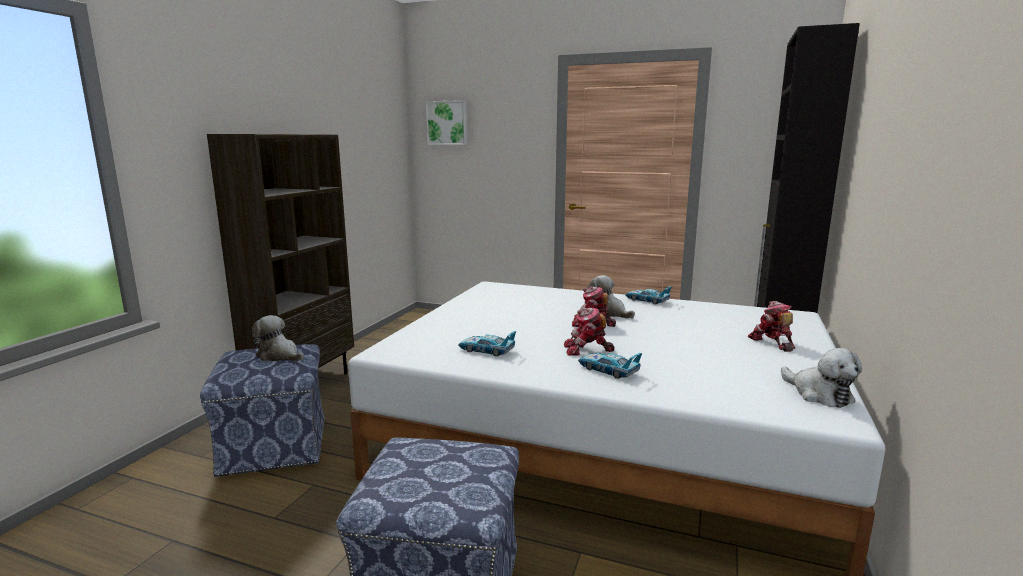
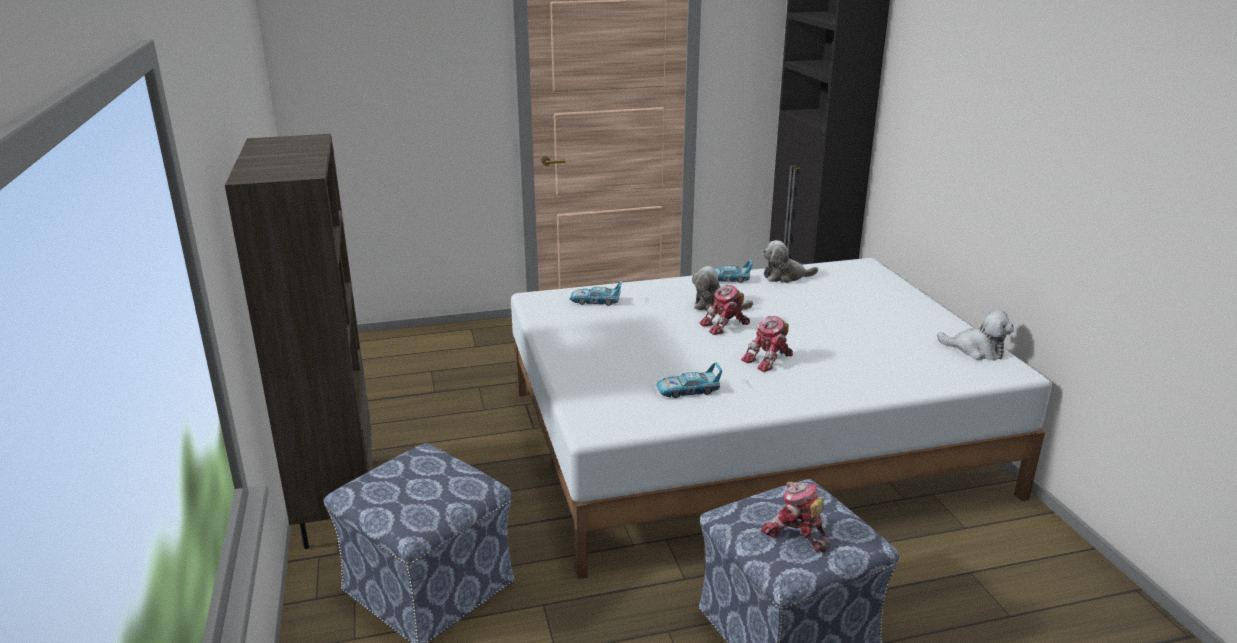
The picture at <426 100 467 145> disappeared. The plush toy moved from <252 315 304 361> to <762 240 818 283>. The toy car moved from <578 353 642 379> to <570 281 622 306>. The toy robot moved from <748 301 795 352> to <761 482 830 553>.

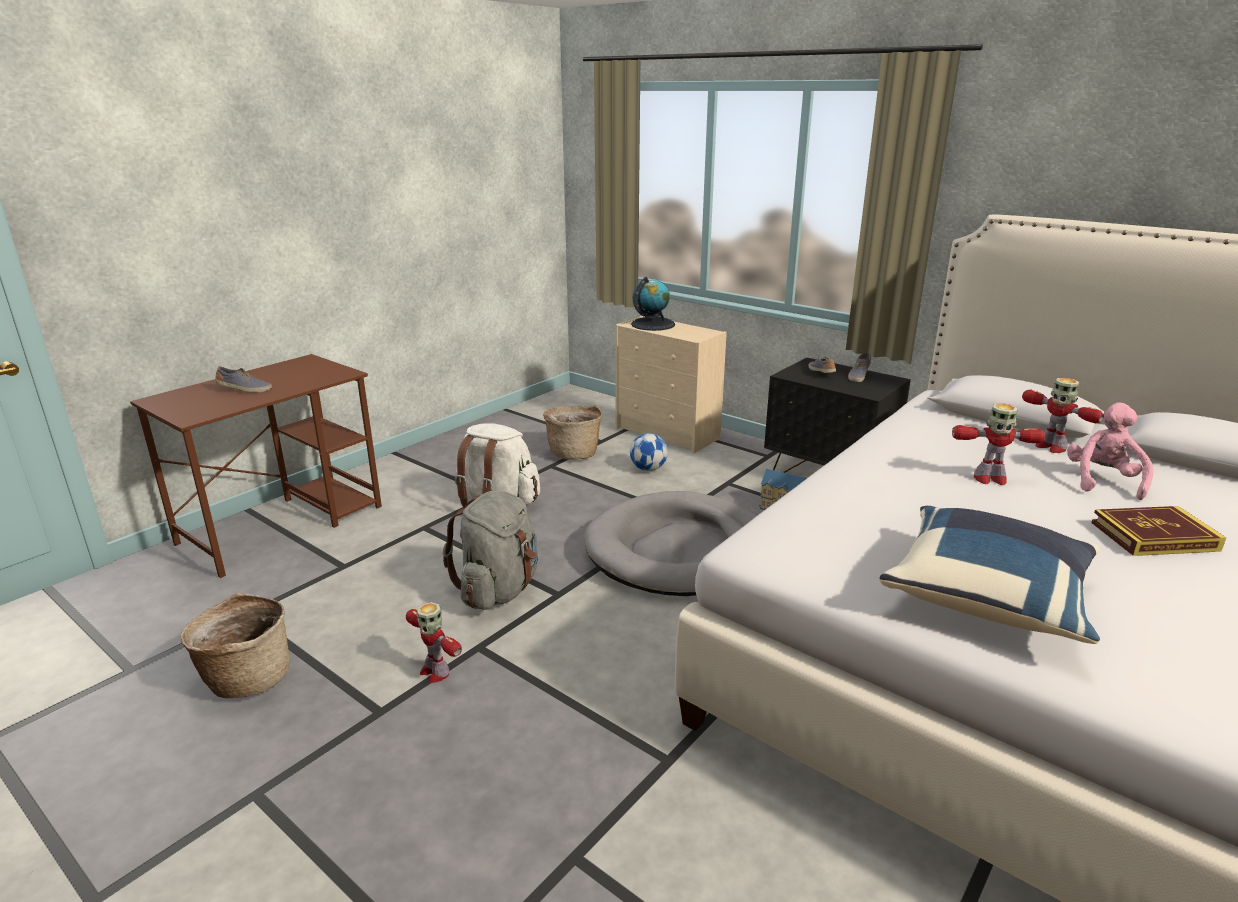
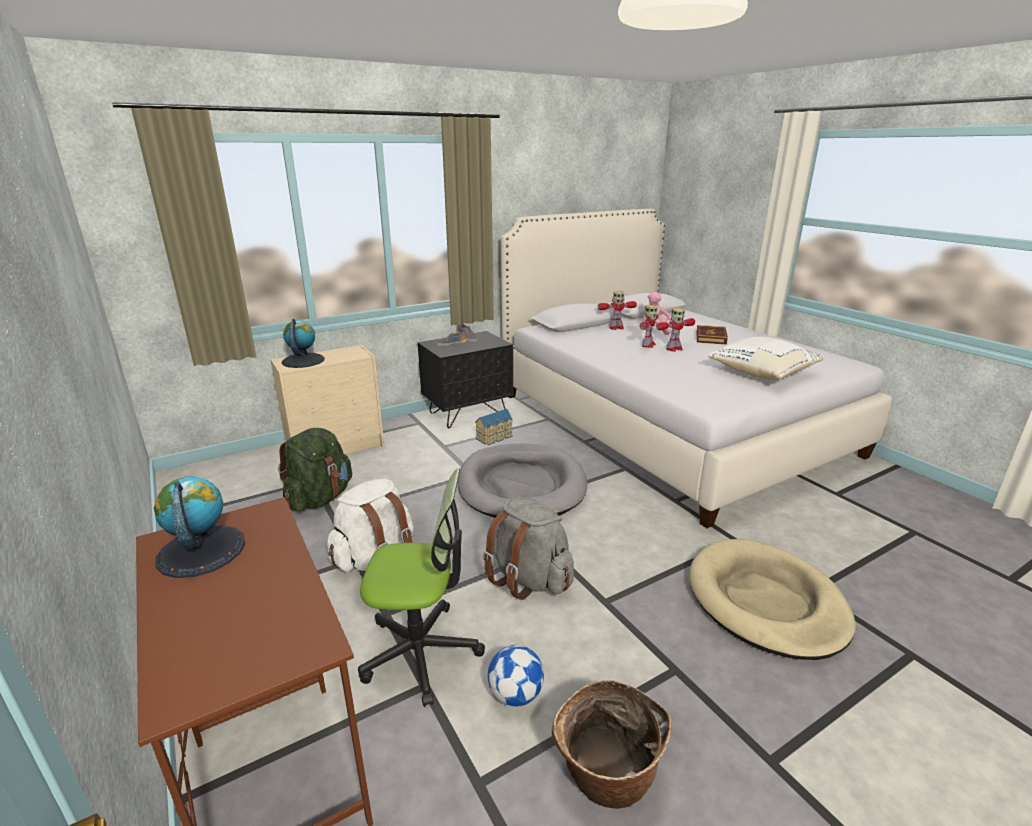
The shoe at <215 366 272 393> disappeared. The globe at <154 476 245 578> appeared. The office chair at <358 469 485 707> appeared. The dog bed/beige at <689 539 856 660> appeared. The toy robot moved from <406 602 462 683> to <656 308 695 352>. The football moved from <630 433 668 471> to <488 645 544 707>. The basket at <543 405 602 460> was replaced by the backpack/green at <278 428 352 512>. The pillow/blue at <879 506 1100 644> became the pillow/white at <708 337 824 380>.

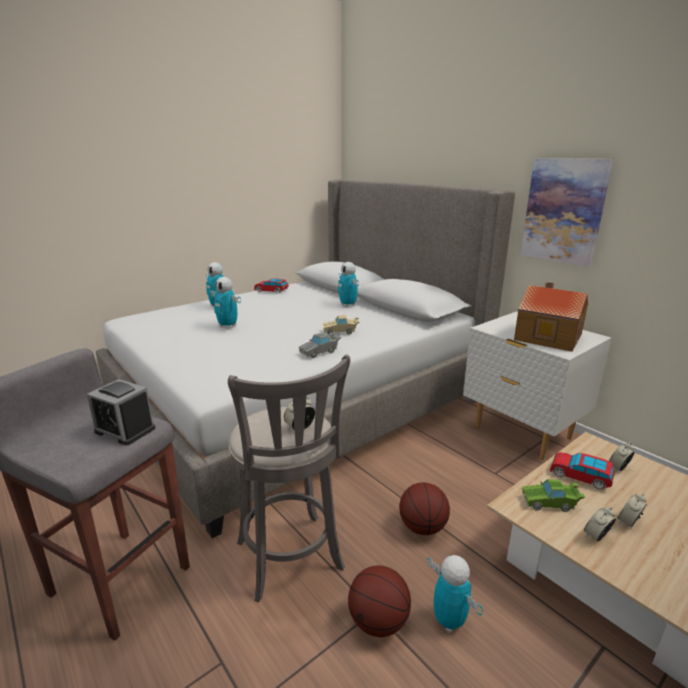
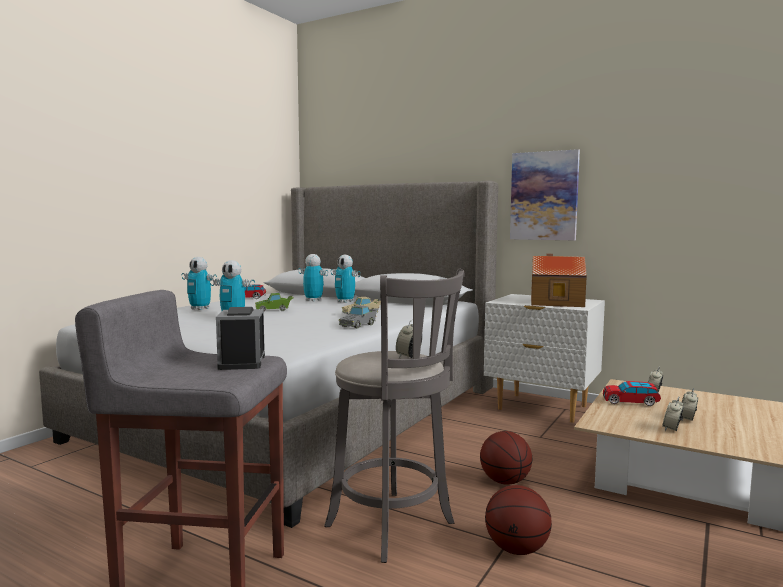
The toy robot moved from <427 555 483 633> to <298 254 328 301>. The toy car/green moved from <522 479 585 512> to <255 293 294 311>. The alarm clock at <87 379 155 445> turned 75 degrees clockwise.

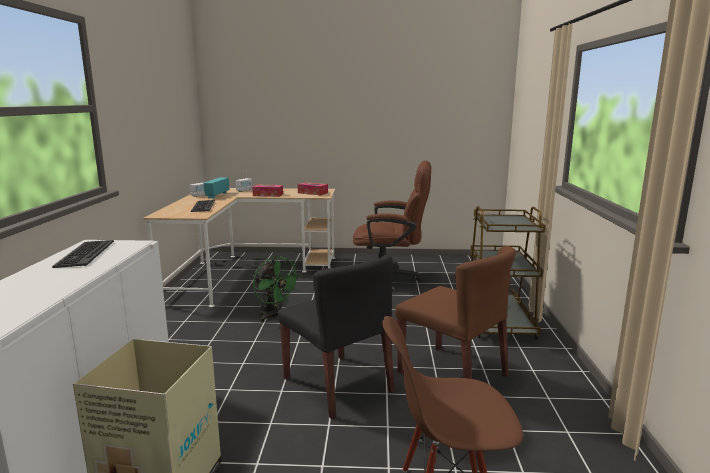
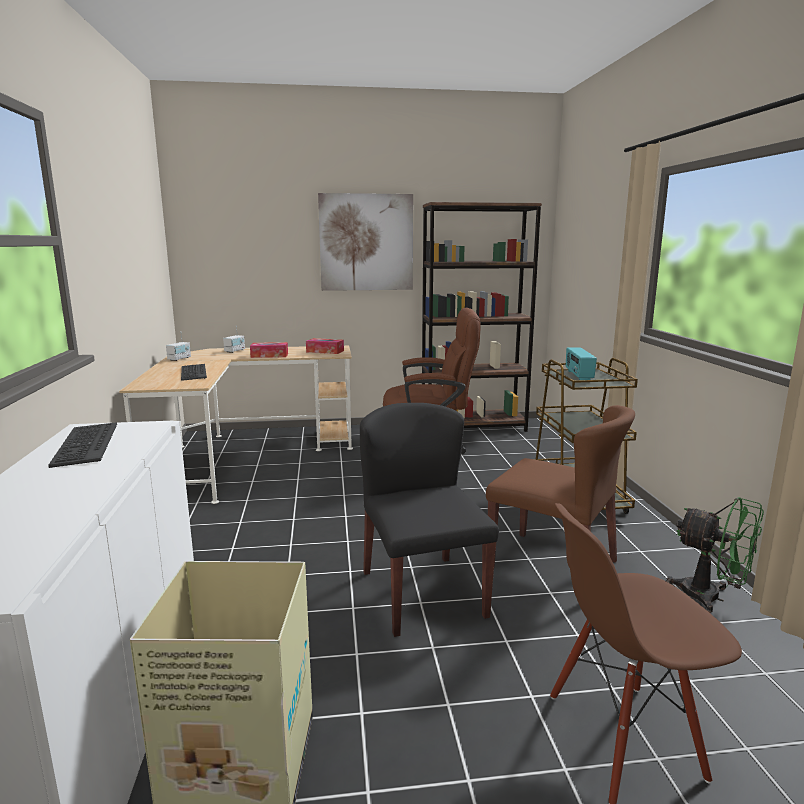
The picture at <318 193 413 291> appeared. The bookcase/brown at <422 202 542 432> appeared. The radio moved from <203 177 229 198> to <566 347 597 380>. The fan/green moved from <253 256 300 322> to <666 497 764 613>. The chair/black at <278 254 395 420> turned 150 degrees counterclockwise.

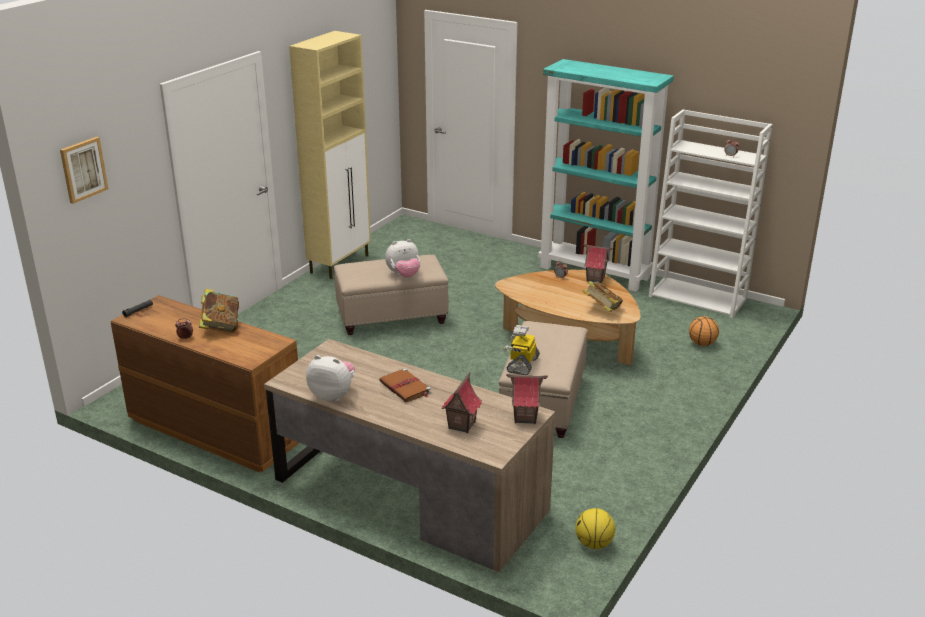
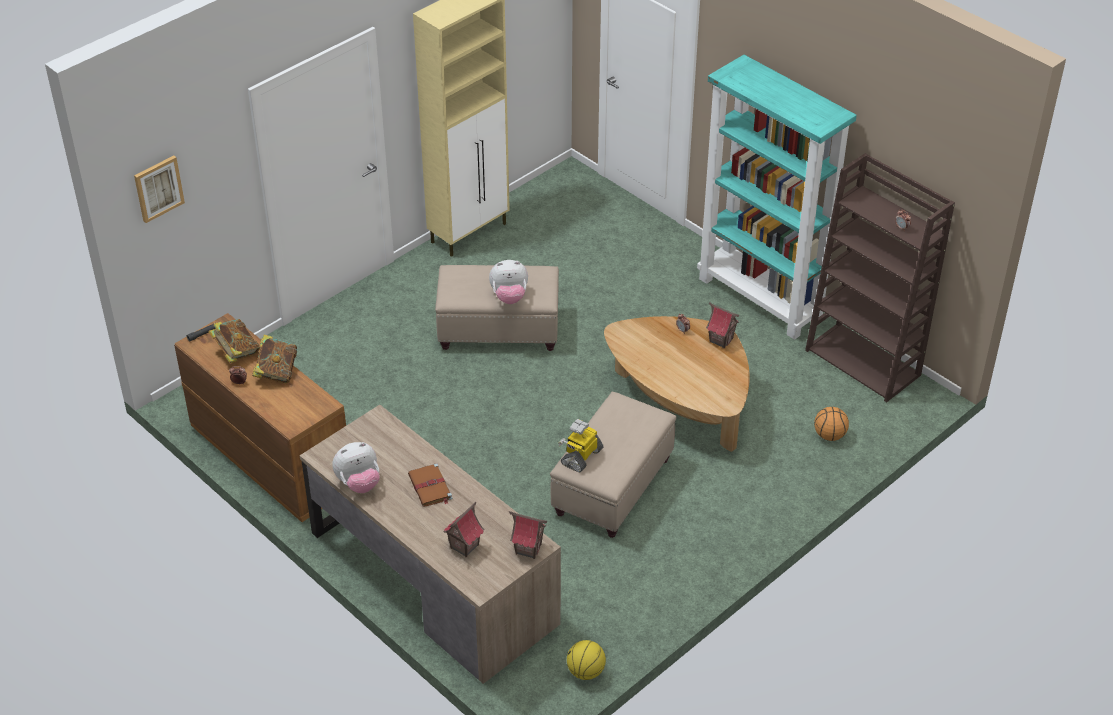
The book moved from <582 281 623 312> to <209 319 260 363>. The bookcase/white at <649 109 772 318> became the bookcase/brown at <805 153 955 402>. The plush toy at <306 355 355 402> turned 120 degrees clockwise.

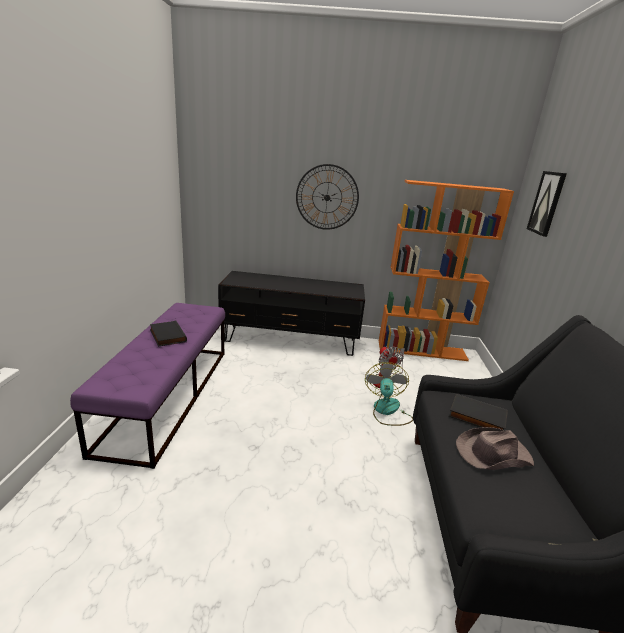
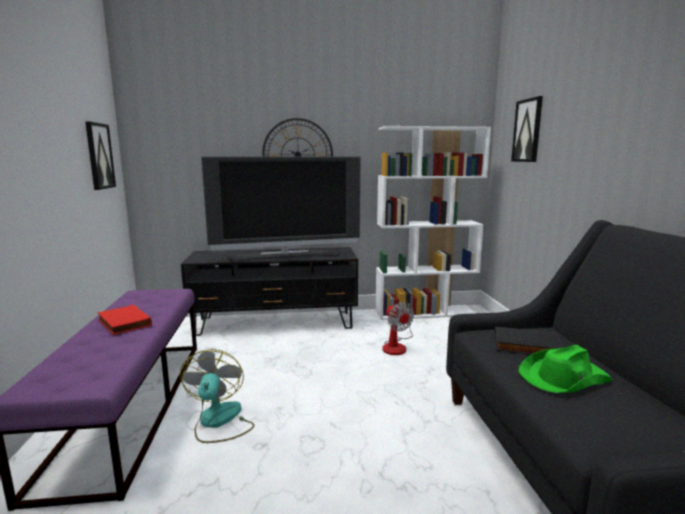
The picture at <85 121 116 190> appeared. The television at <201 157 360 262> appeared. The fan moved from <365 362 413 426> to <180 349 254 443>. The book/black at <150 320 187 347> became the book/red at <98 305 152 335>. The bookcase/orange at <379 180 514 361> became the bookcase/white at <375 126 491 320>. The hat/brown at <456 427 534 470> became the hat/green at <518 345 613 393>.

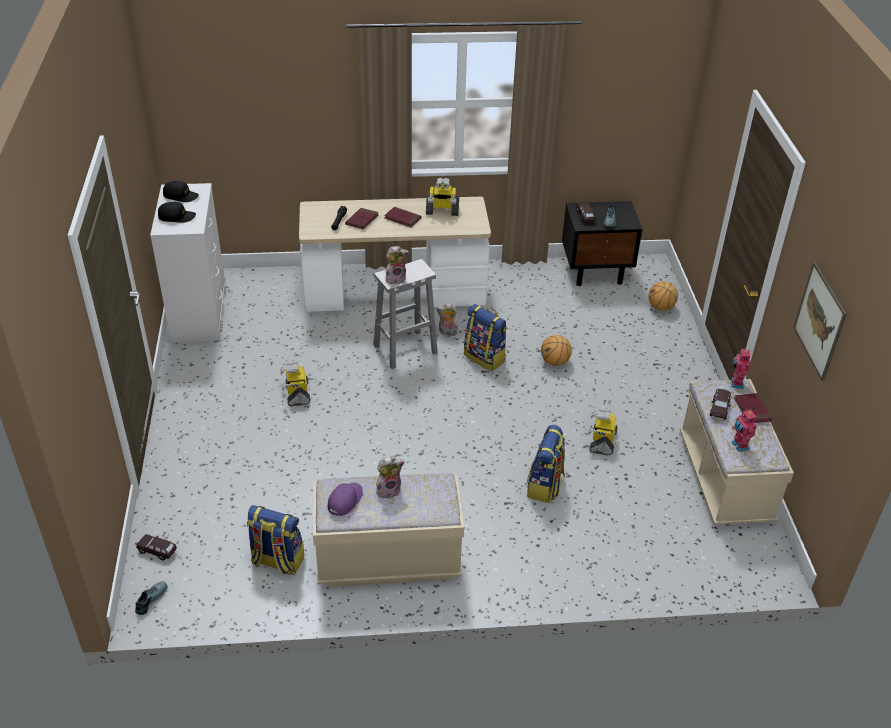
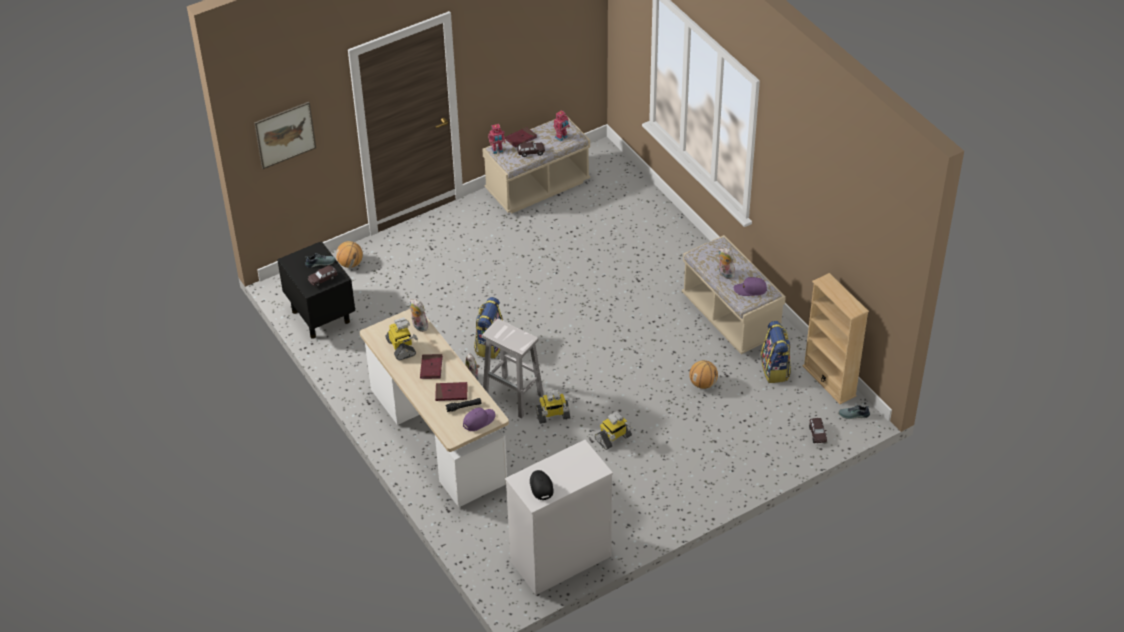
The cap/black at <158 202 196 223> disappeared. The backpack at <527 425 565 503> disappeared. The cap/purple at <463 408 496 431> appeared. The bookcase/beige at <803 273 869 404> appeared. The plush toy moved from <385 246 409 284> to <410 299 428 332>. The basketball moved from <541 335 572 366> to <689 360 718 389>. The toy robot moved from <587 407 617 455> to <536 389 570 424>. The picture moved from <793 262 847 381> to <254 102 316 169>.

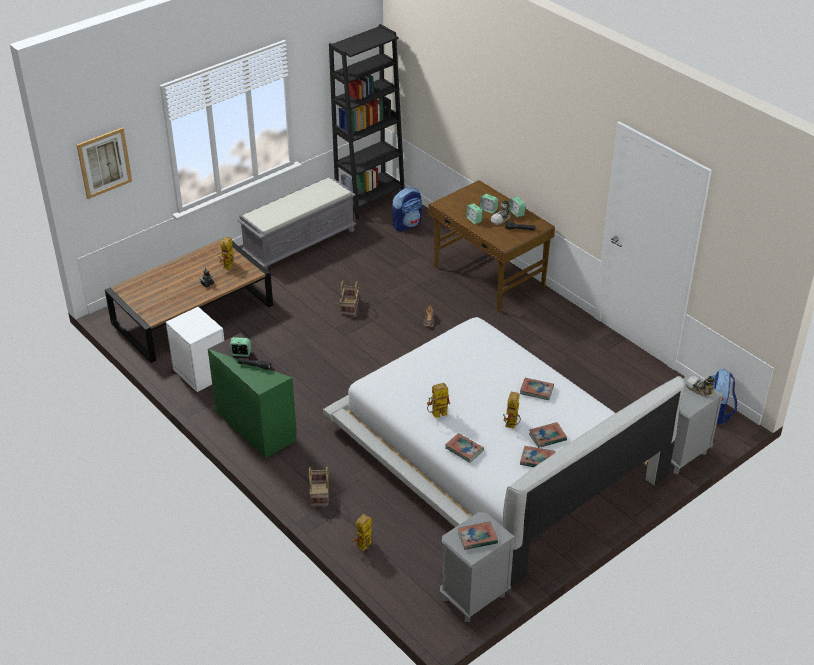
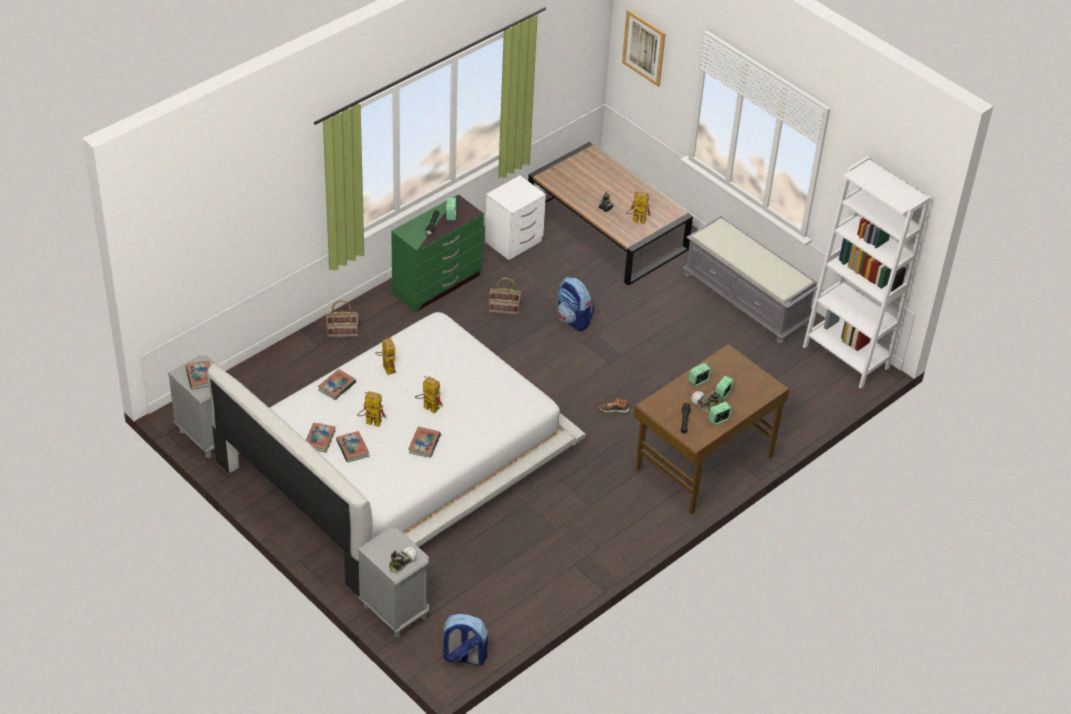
The basket moved from <340 280 359 315> to <489 278 521 315>. The toy robot moved from <352 514 372 551> to <415 376 443 414>. The backpack moved from <392 187 422 232> to <557 277 594 331>. The bookcase/black at <329 24 405 220> became the bookcase/white at <803 156 931 389>.

